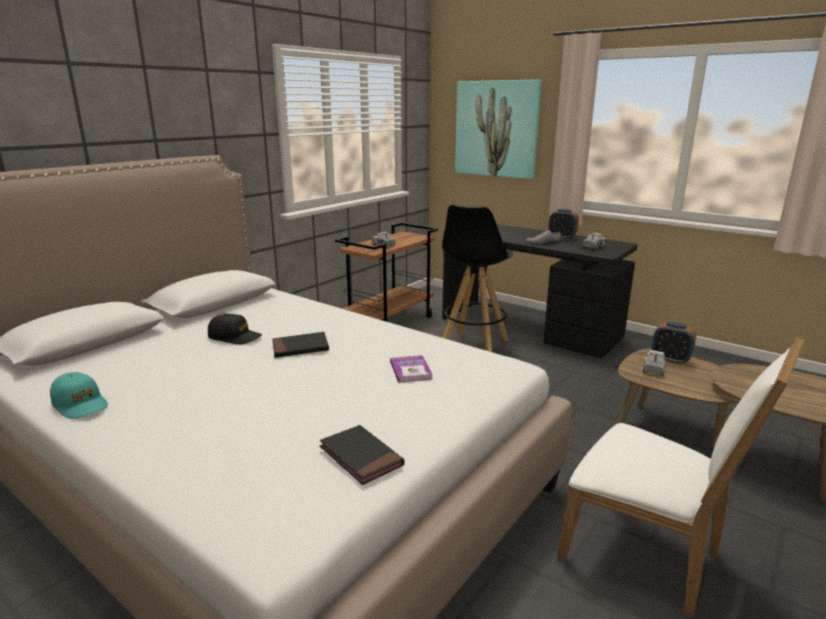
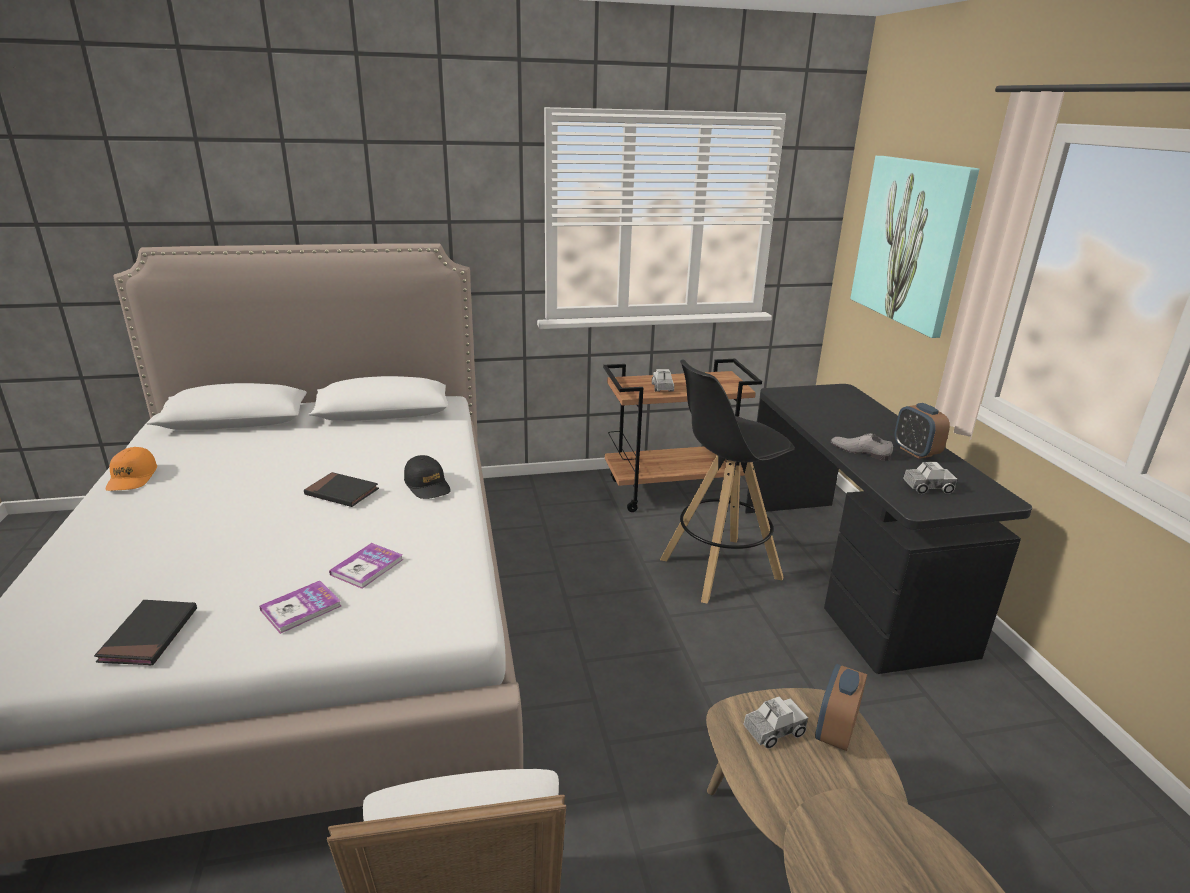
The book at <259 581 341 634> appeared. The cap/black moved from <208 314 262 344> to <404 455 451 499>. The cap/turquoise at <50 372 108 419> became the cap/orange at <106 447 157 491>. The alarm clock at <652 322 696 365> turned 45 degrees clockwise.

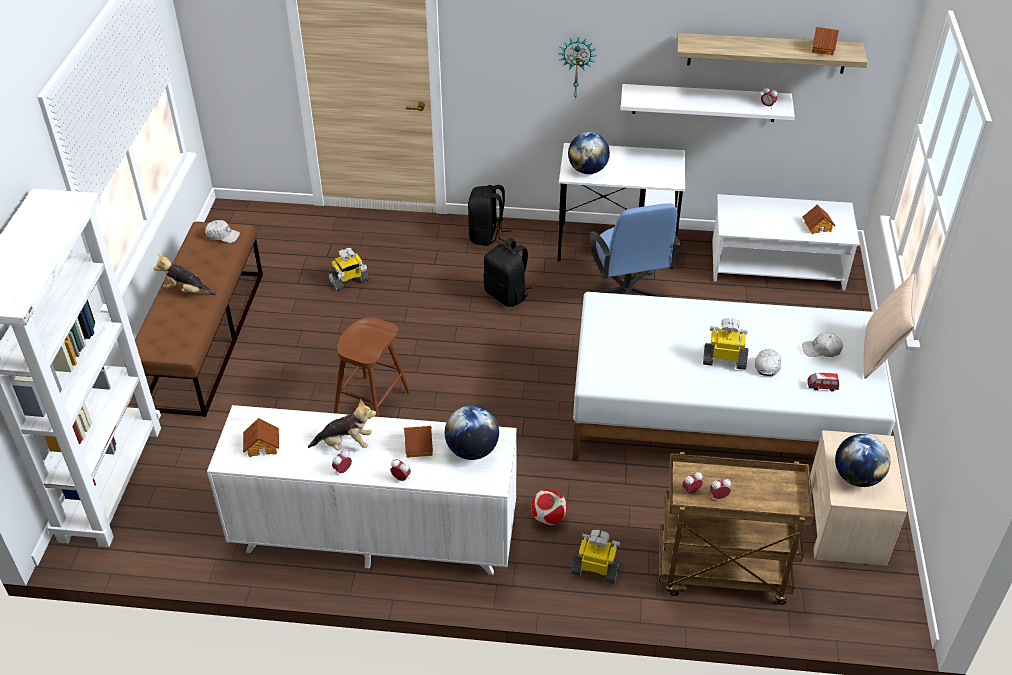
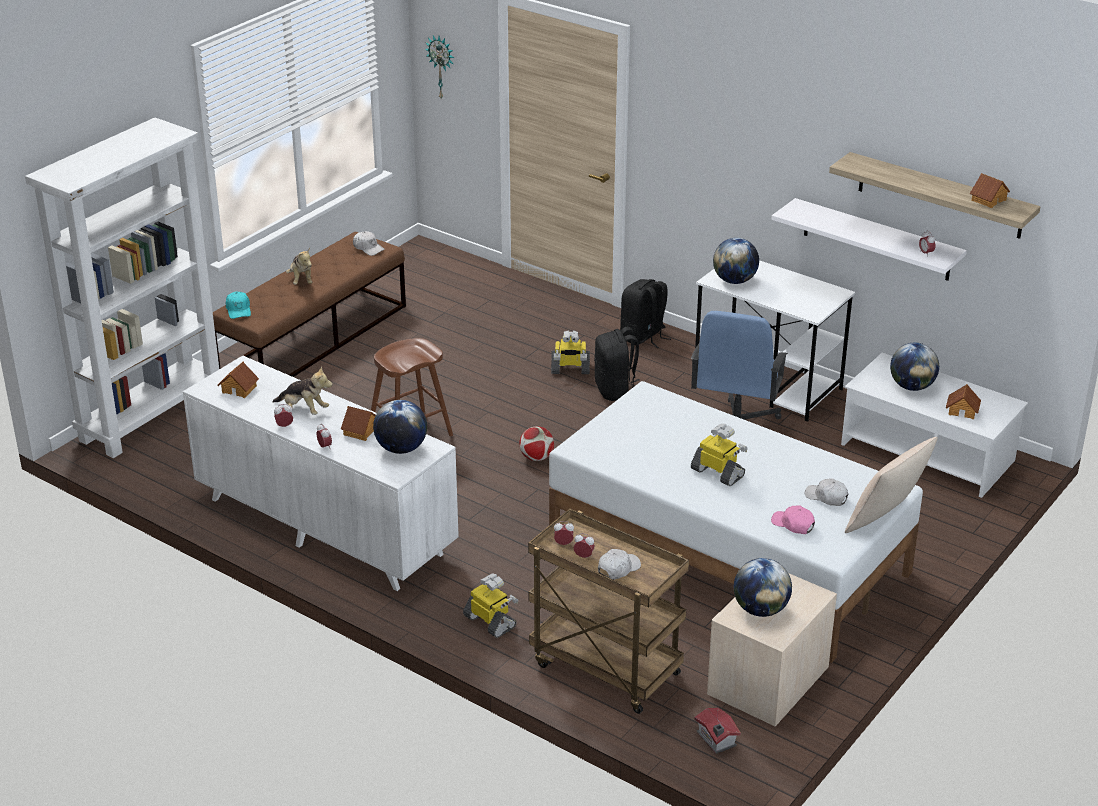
The cap/turquoise at <226 292 251 319> appeared. The toy house at <694 708 741 754> appeared. The globe at <890 343 939 391> appeared. The toy robot moved from <328 248 369 291> to <551 330 590 374>. The football moved from <531 489 567 525> to <519 426 554 461>. The wall clock moved from <558 37 597 99> to <425 35 454 98>. The cap/white moved from <755 349 781 376> to <598 549 641 580>. The toy car at <808 372 839 392> was replaced by the cap/pink at <771 506 815 534>. The plush toy at <153 254 217 295> turned 150 degrees counterclockwise.

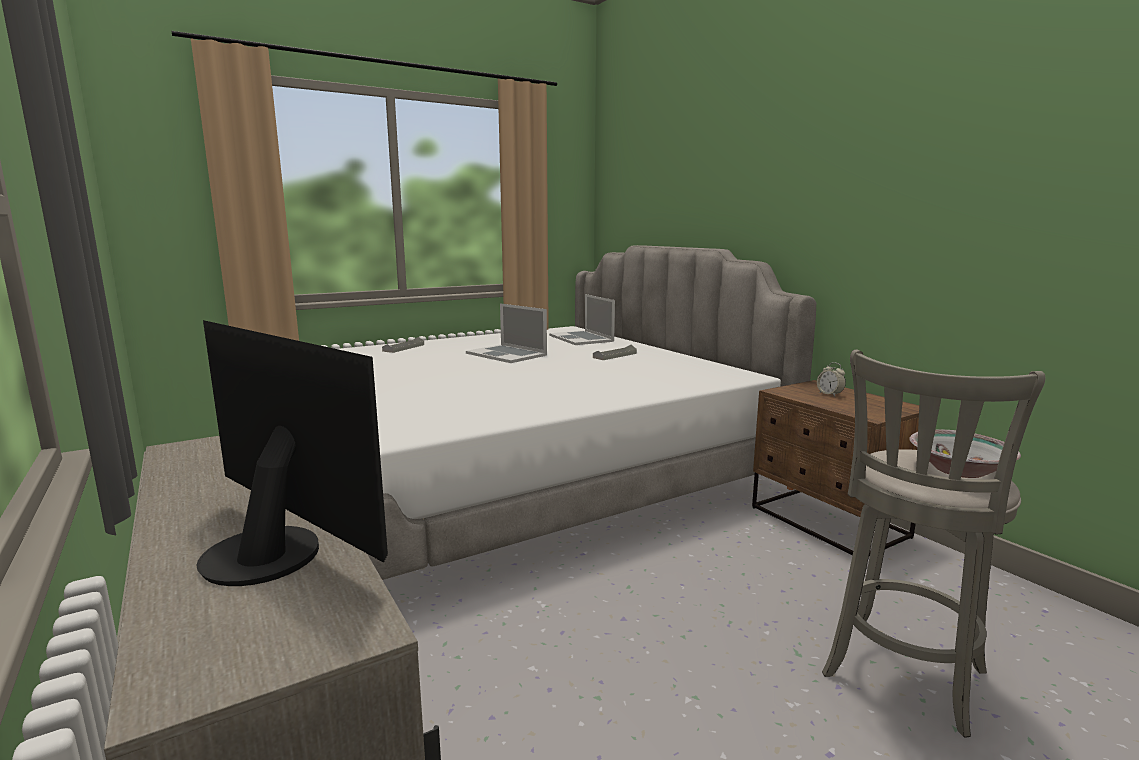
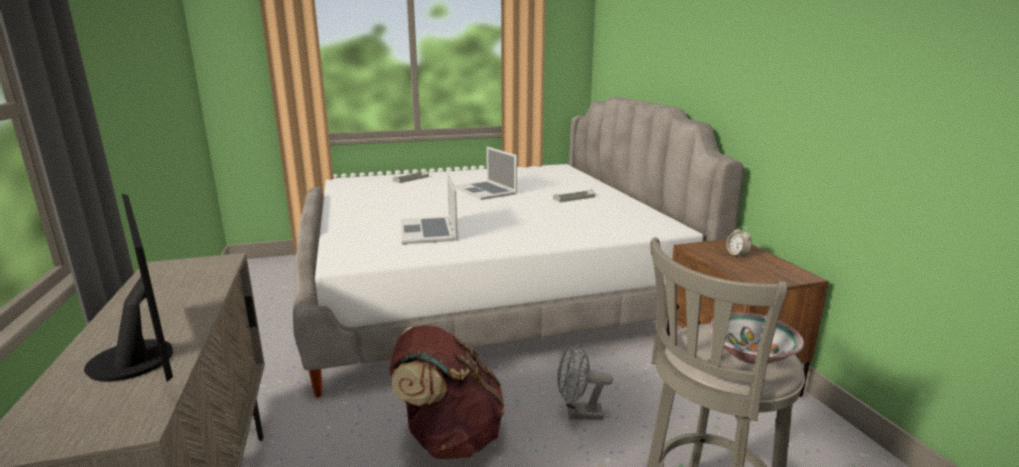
The backpack/brown at <389 325 505 459> appeared. The fan/grey at <557 343 613 420> appeared. The laptop moved from <549 294 615 345> to <401 173 458 245>.

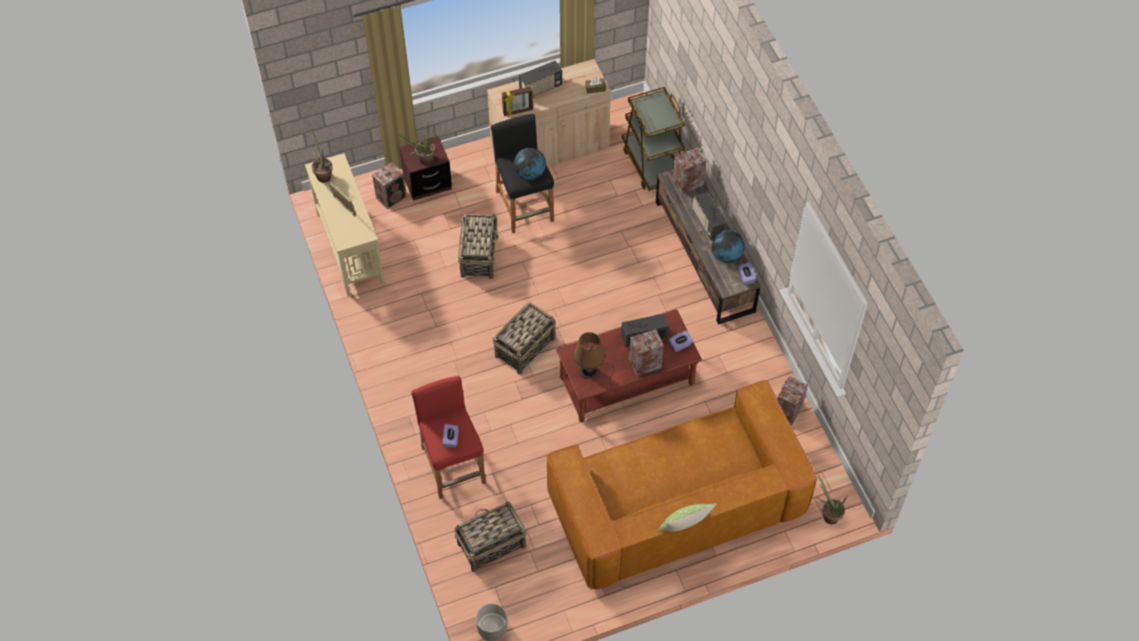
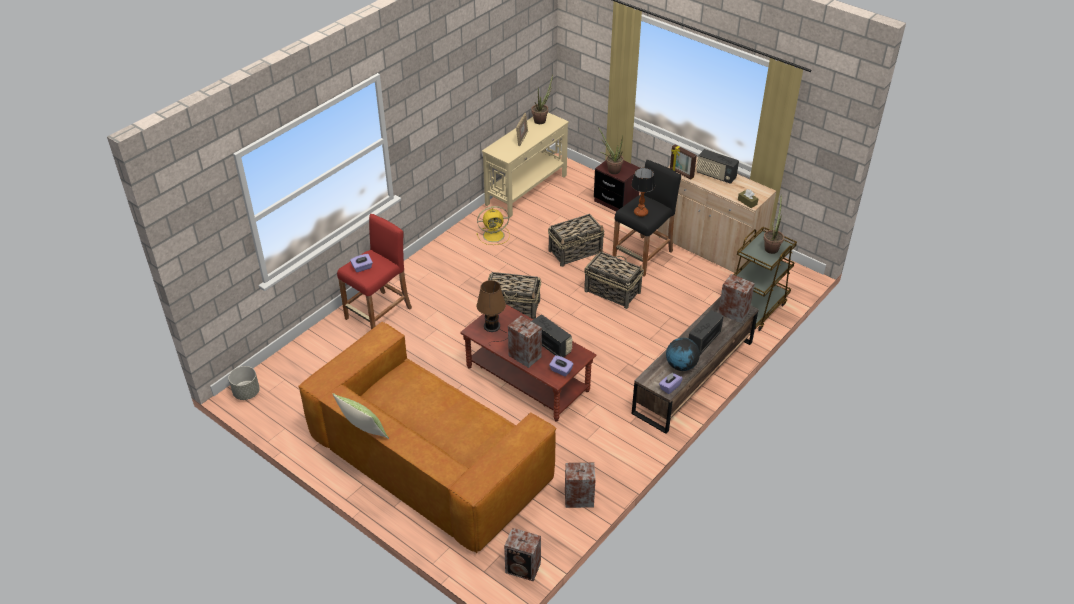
The fan/yellow at <476 206 510 245> appeared. The speaker moved from <372 162 407 210> to <504 528 541 582>. The basket moved from <454 501 526 572> to <584 248 644 309>. The potted plant moved from <817 474 847 524> to <764 195 784 254>. The globe at <514 148 546 180> was replaced by the table lamp at <631 168 655 217>.

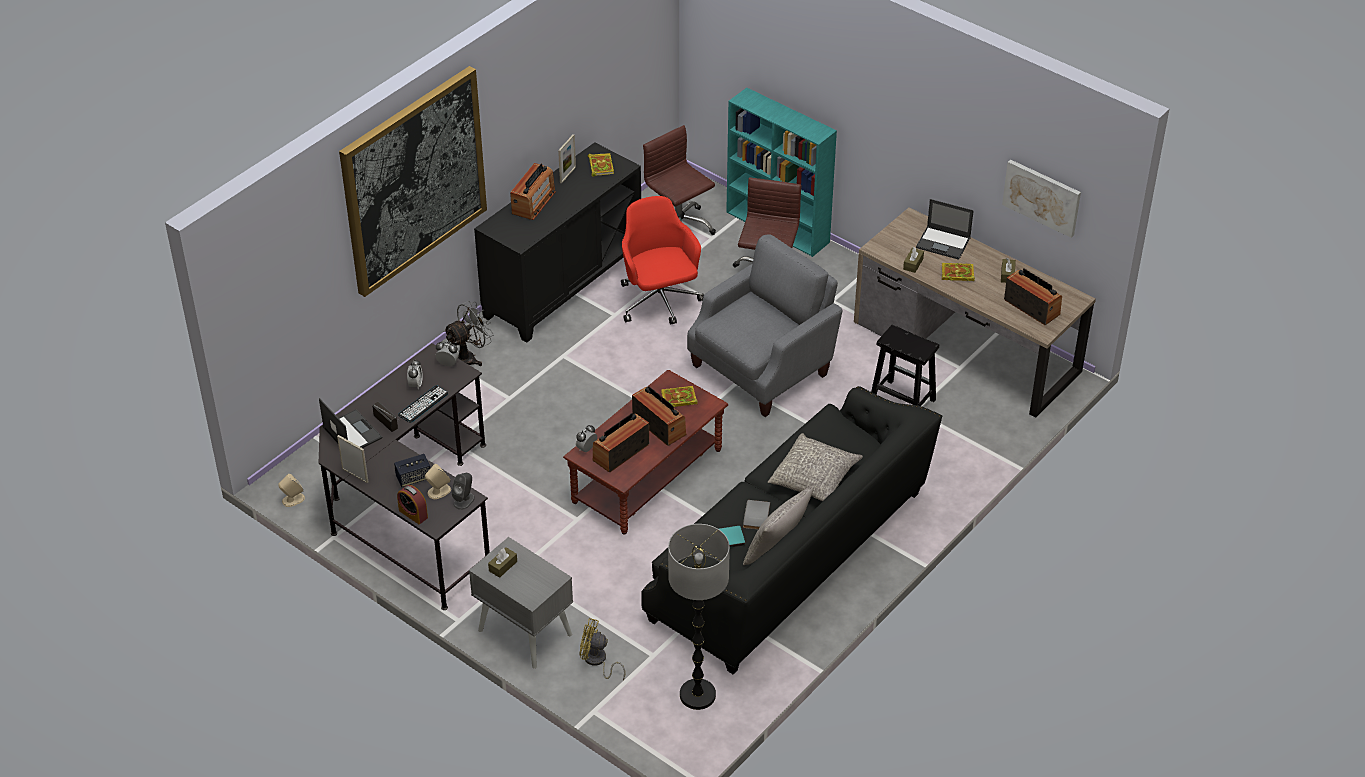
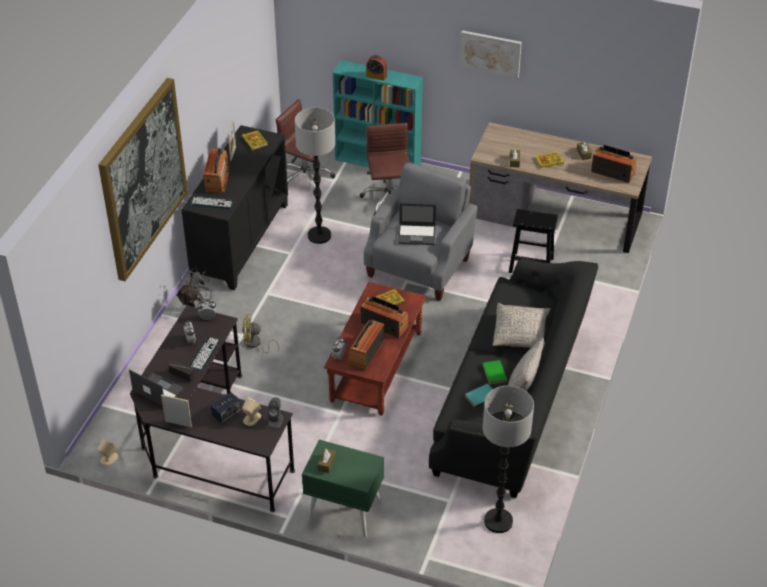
The keyboard at <191 196 234 209> appeared. The alarm clock moved from <397 485 428 524> to <366 55 387 81>. The fan/yellow moved from <580 618 626 680> to <242 314 280 353>. The laptop moved from <916 199 974 260> to <398 203 436 245>. The picture moved from <1002 159 1081 238> to <460 30 522 78>. The office chair/red at <621 196 704 324> was replaced by the floor lamp at <295 107 335 244>. The nightstand/grey at <469 537 573 668> became the nightstand/green at <302 440 384 537>. The book/grey at <743 500 770 530> became the book/green at <483 360 507 384>.

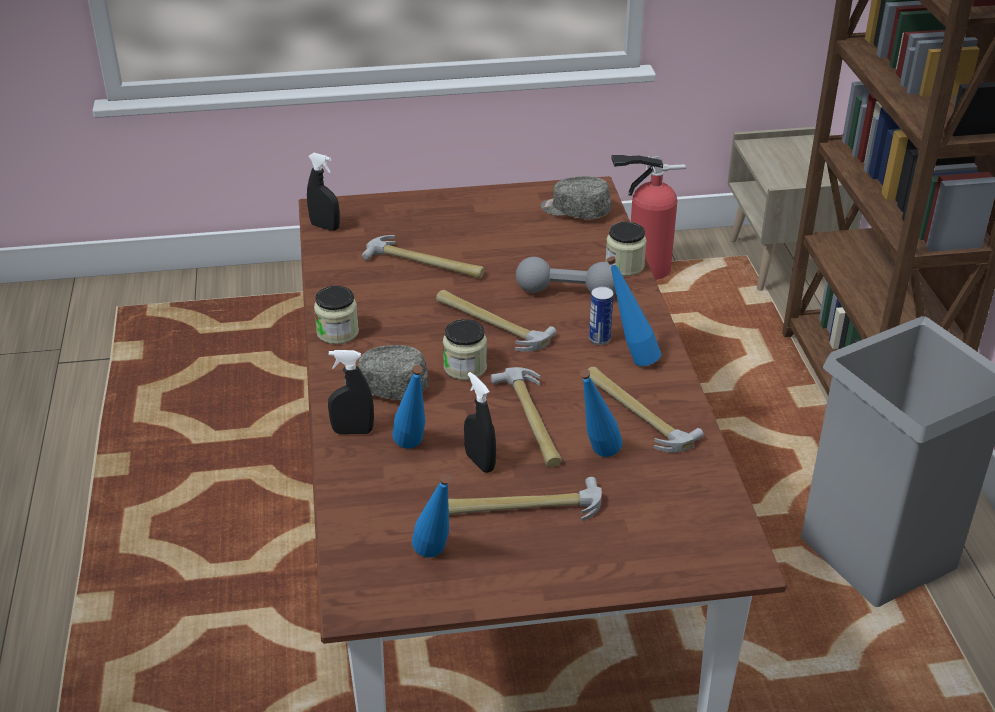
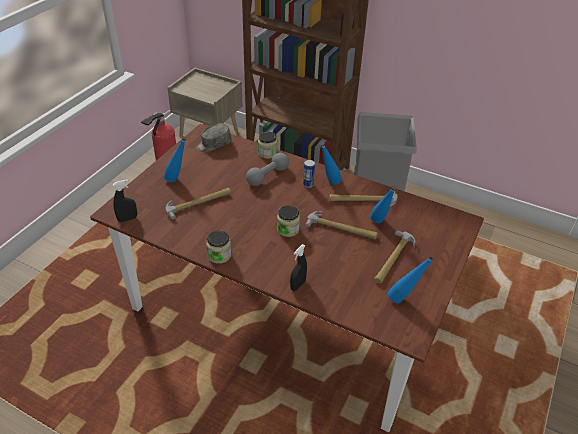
The cap/grey at <345 345 429 400> disappeared. The hammer at <436 290 556 352> disappeared. The spray bottle/black at <464 372 496 473> disappeared. The bottle/blue moved from <392 365 425 449> to <164 136 187 182>.

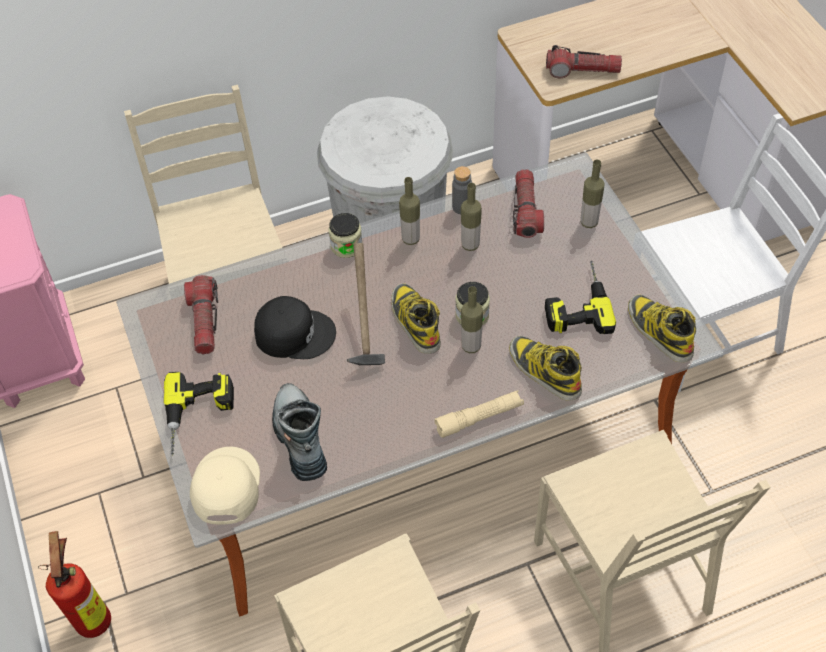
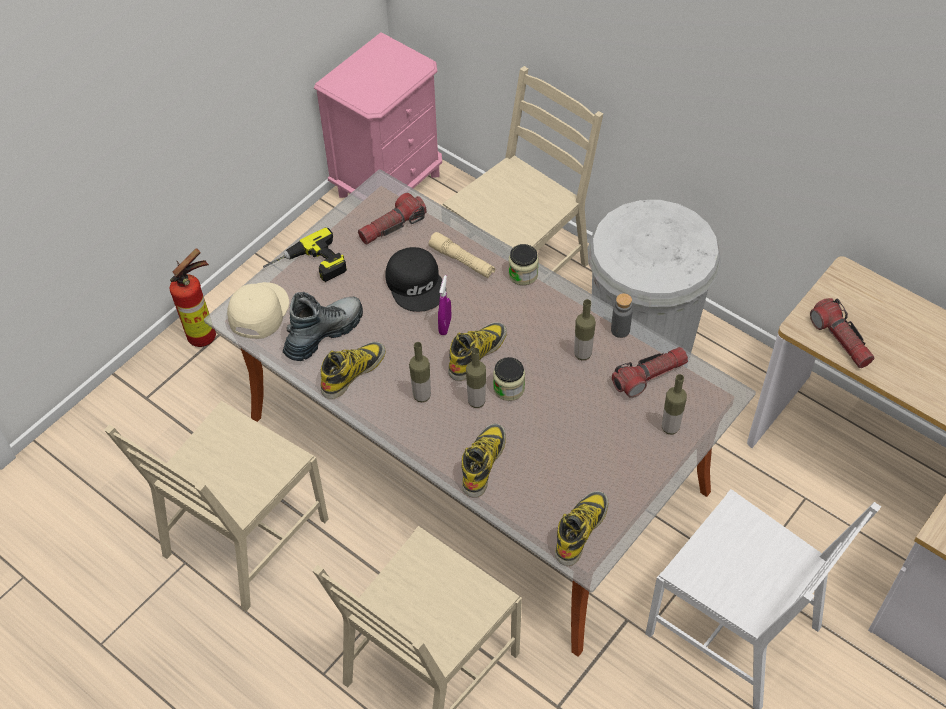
The power drill at <545 261 616 334> disappeared. The boot at <320 342 386 399> appeared. The bottle moved from <399 177 420 245> to <409 342 431 402>. The flashlight/beige moved from <434 390 524 438> to <429 232 495 279>. The hammer at <347 243 385 365> was replaced by the spray bottle/purple at <438 275 451 335>. The cap/beige at <190 447 260 525> turned 45 degrees counterclockwise.

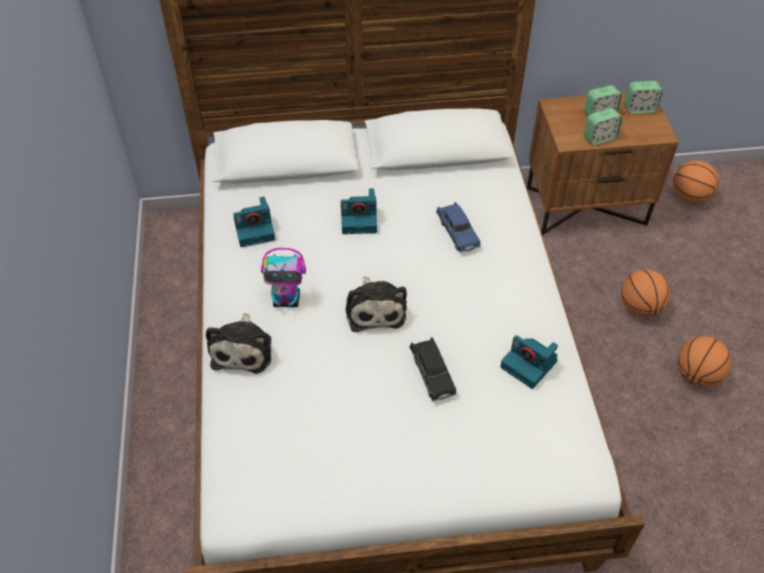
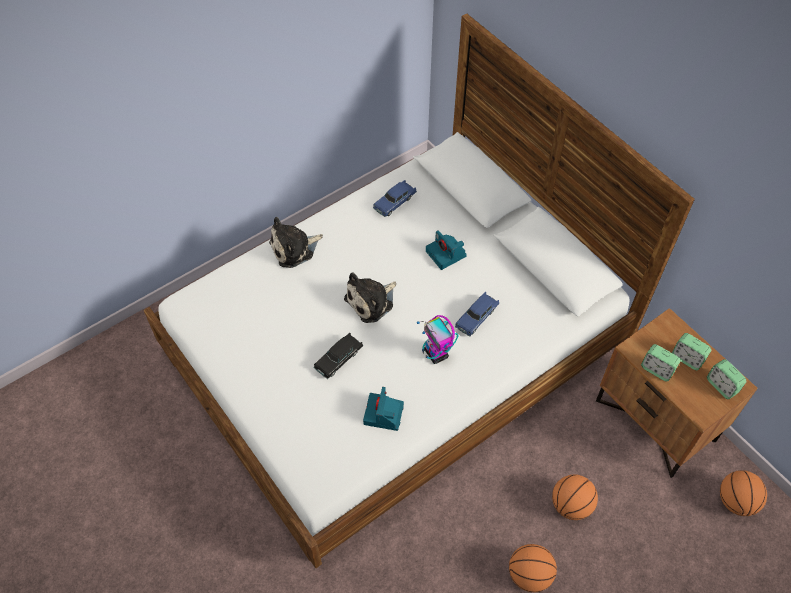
The toy robot moved from <261 248 306 307> to <417 315 458 364>. The photo camera at <233 197 275 247> was replaced by the toy car/blue at <373 180 417 217>.

